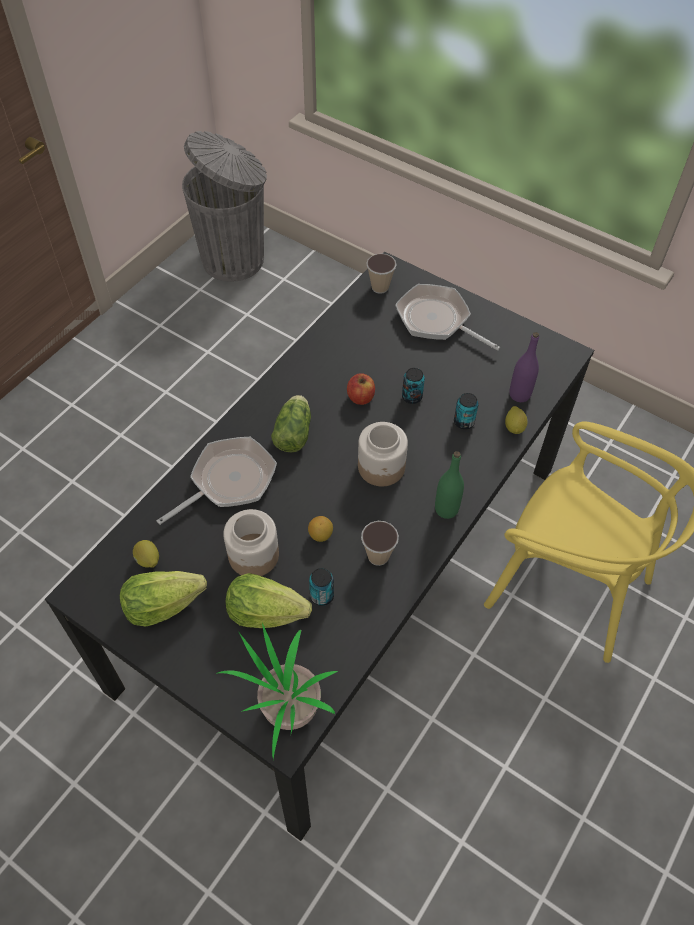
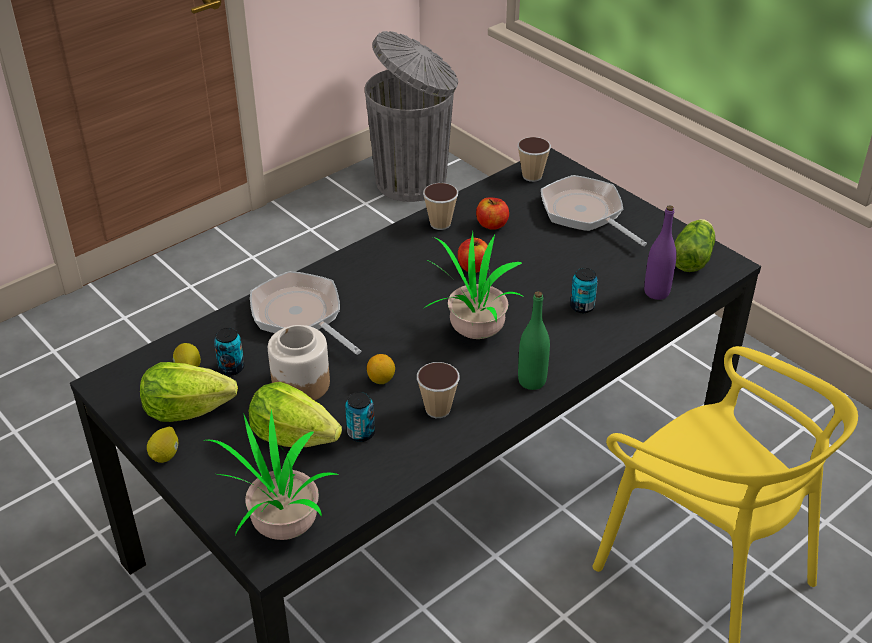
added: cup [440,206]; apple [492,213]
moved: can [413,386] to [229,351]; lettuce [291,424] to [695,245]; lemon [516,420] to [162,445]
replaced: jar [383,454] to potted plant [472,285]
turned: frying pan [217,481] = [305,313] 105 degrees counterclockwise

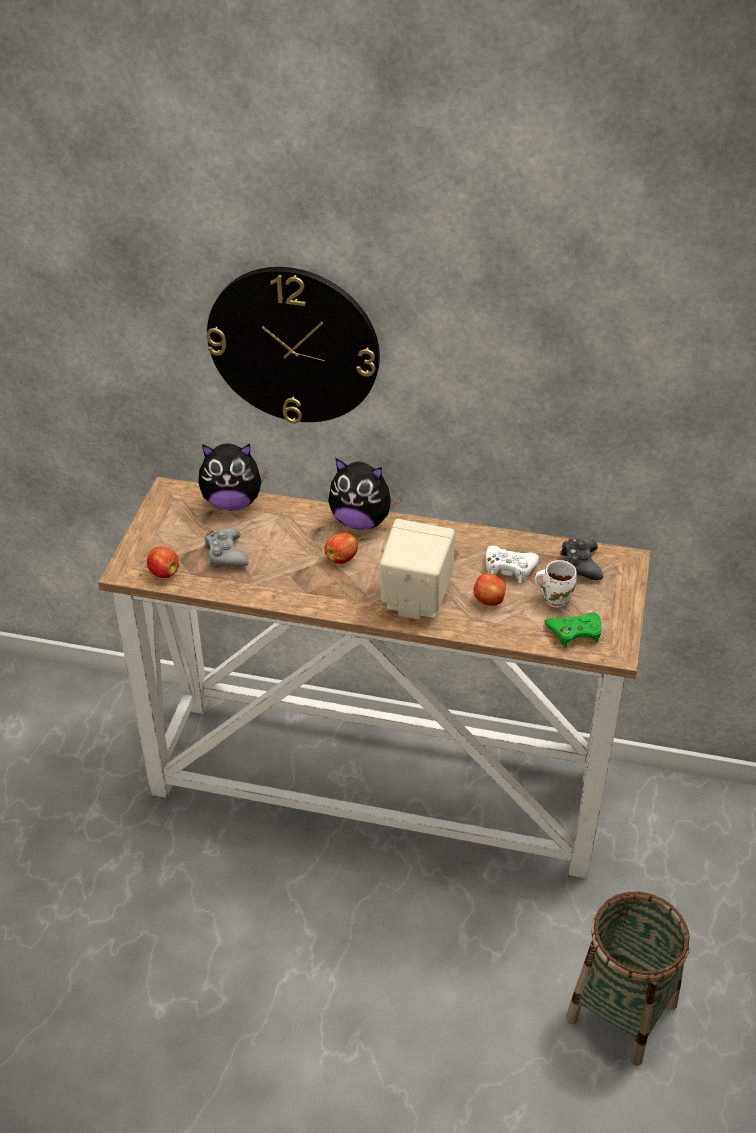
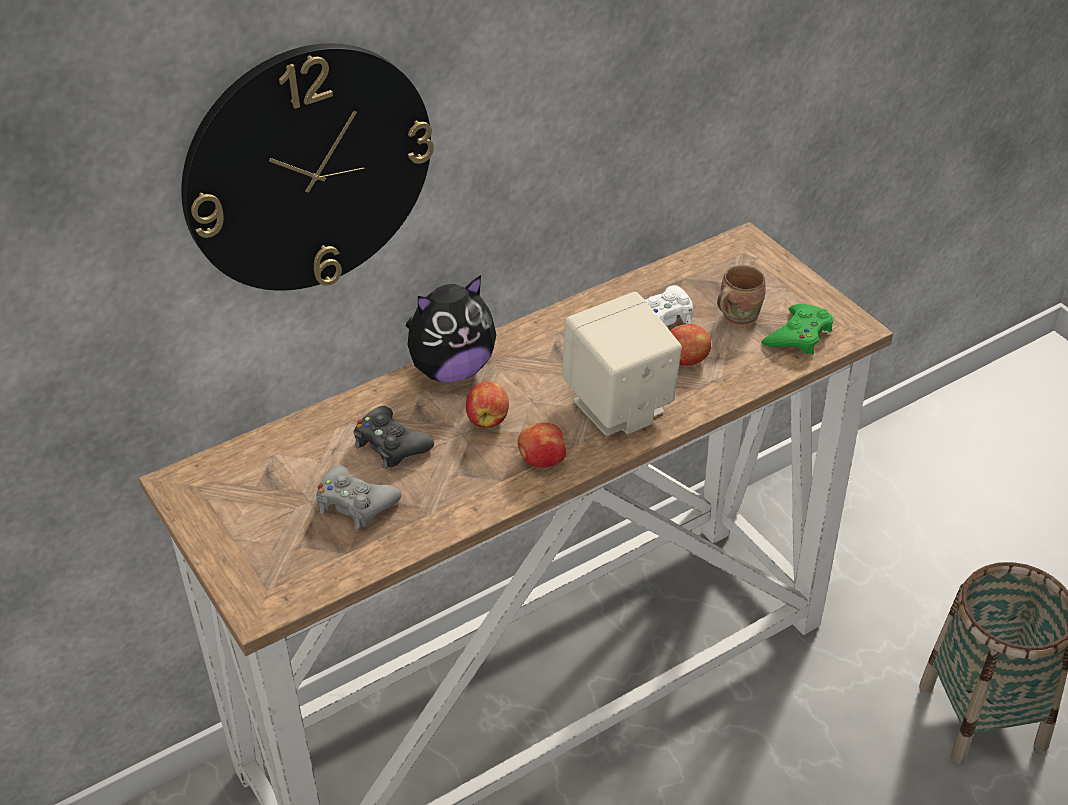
removed: plush toy [233,477]
moved: black game controller [581,559] to [394,437]; apple [163,562] to [542,445]
recoloured: white mug [555,584] to brown mug [741,296]

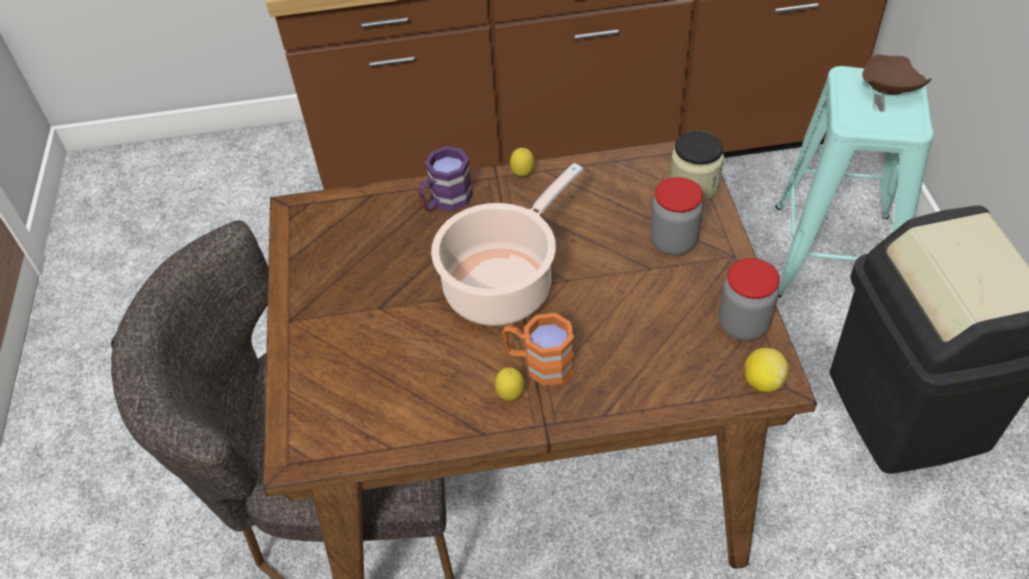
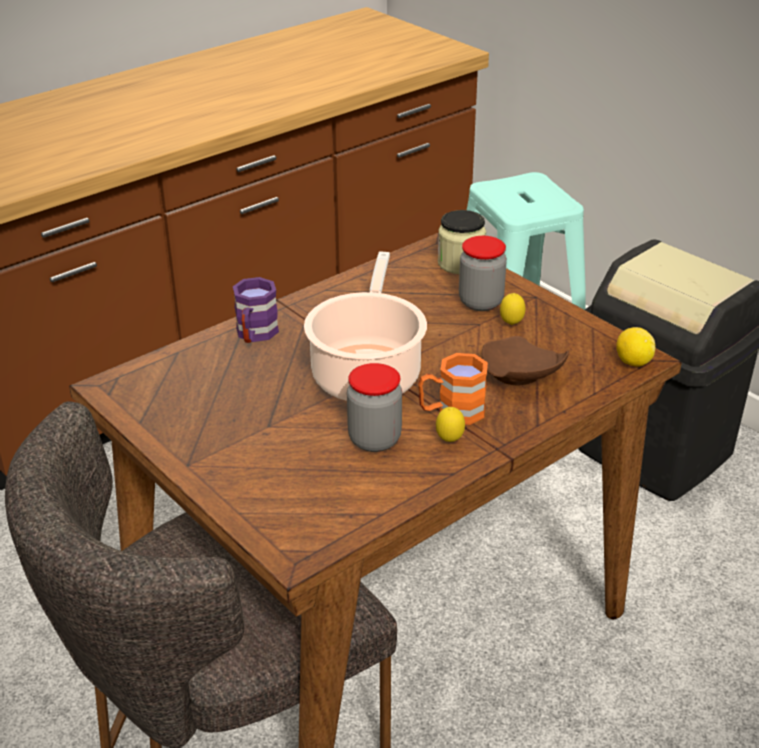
moved: brown plate [896,74] to [525,361]; lemon [522,162] to [513,309]; jar [749,299] to [374,407]

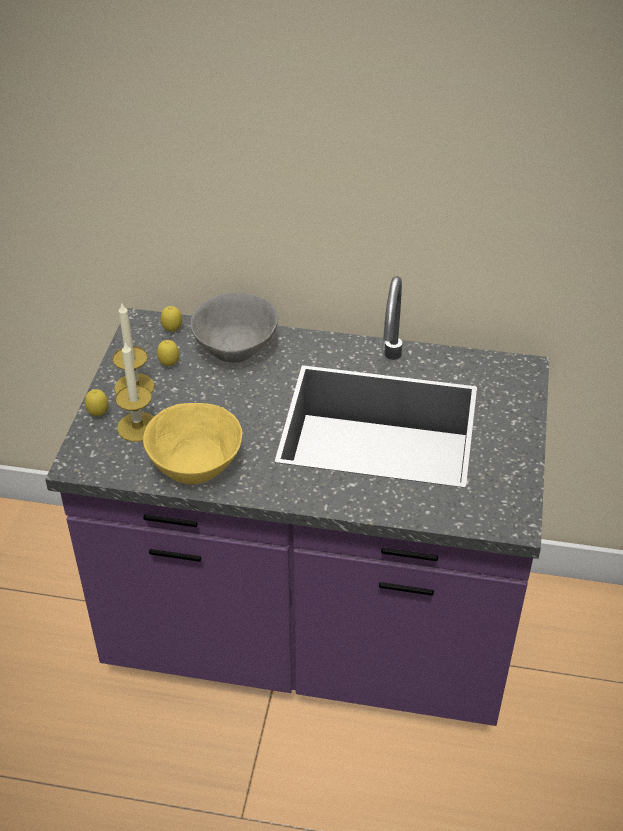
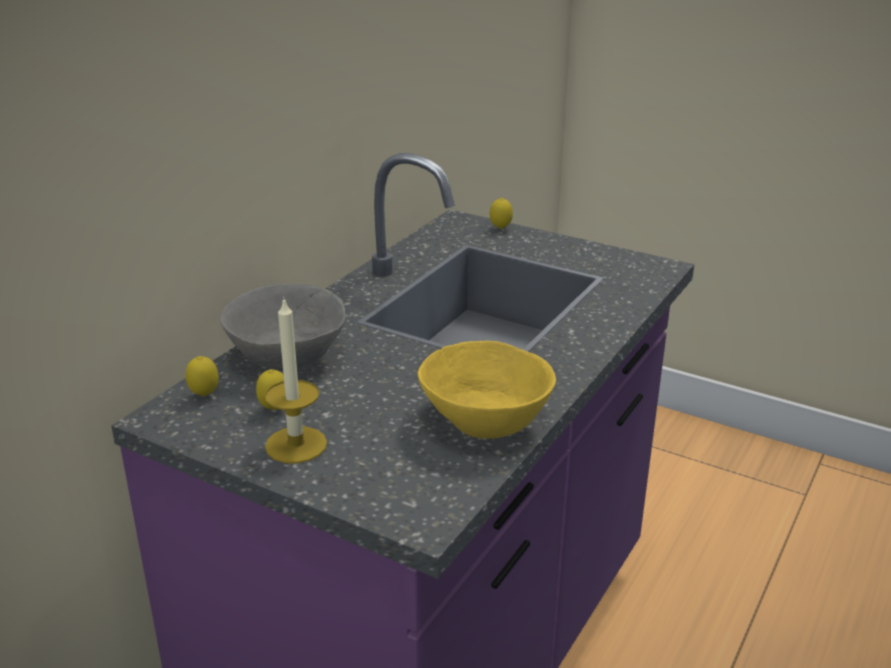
removed: candle [134,392]
moved: lemon [96,402] to [501,213]

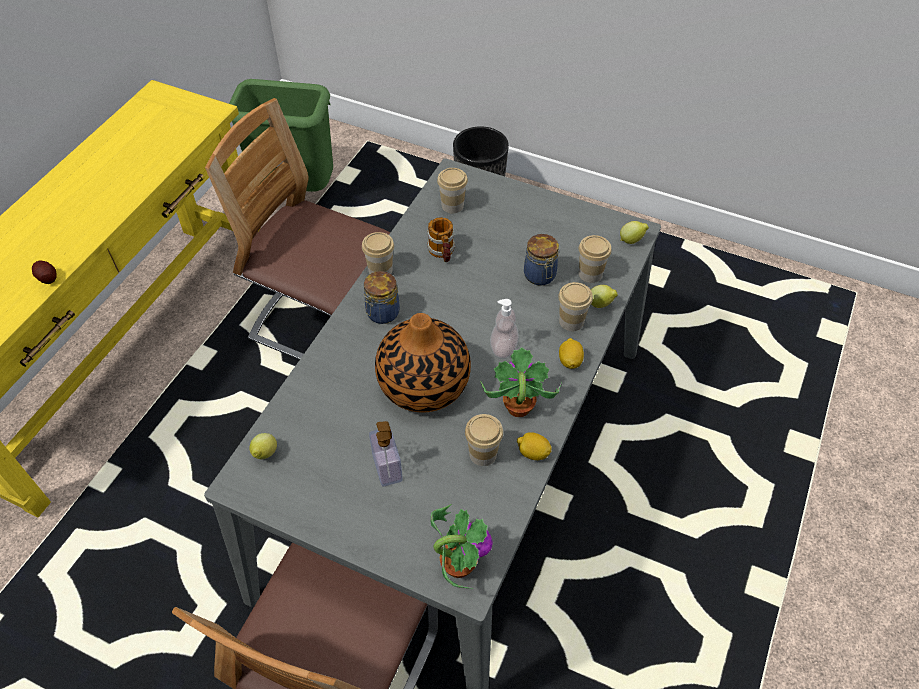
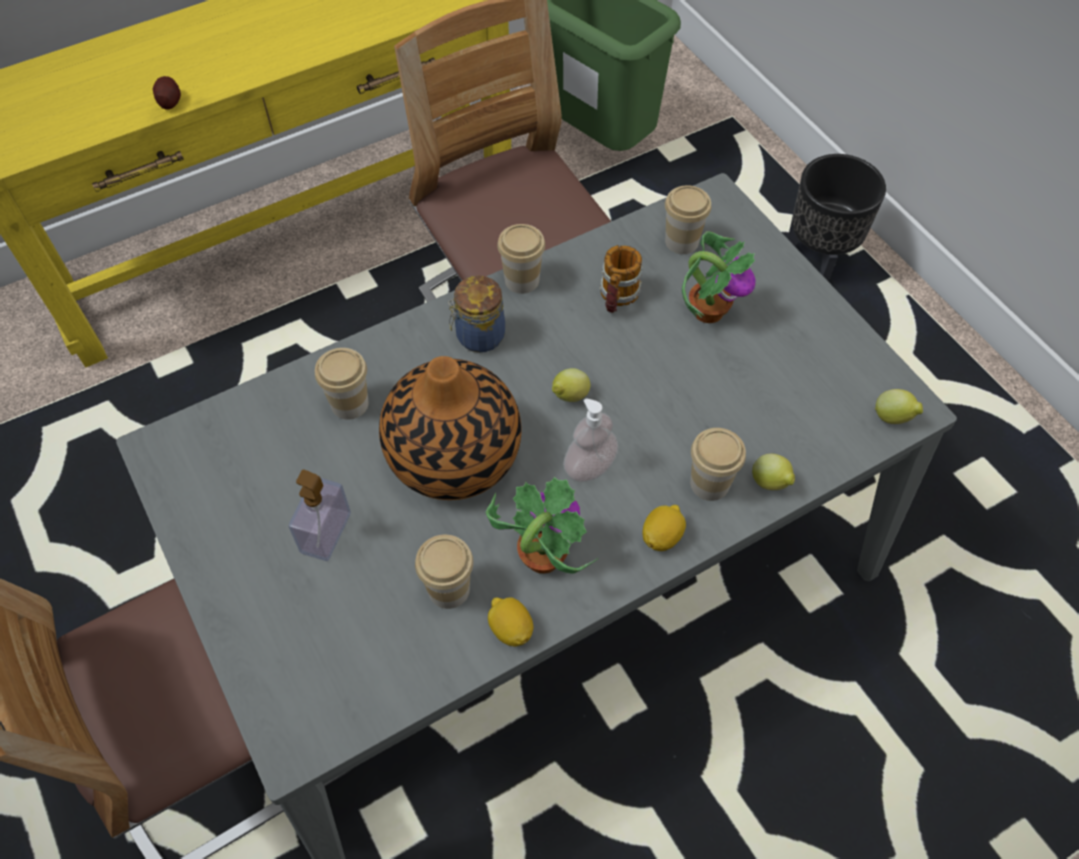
removed: jar [541,260]
moved: cup [595,259] to [342,384]; lemon [263,446] to [571,385]; potted plant [461,546] to [719,277]

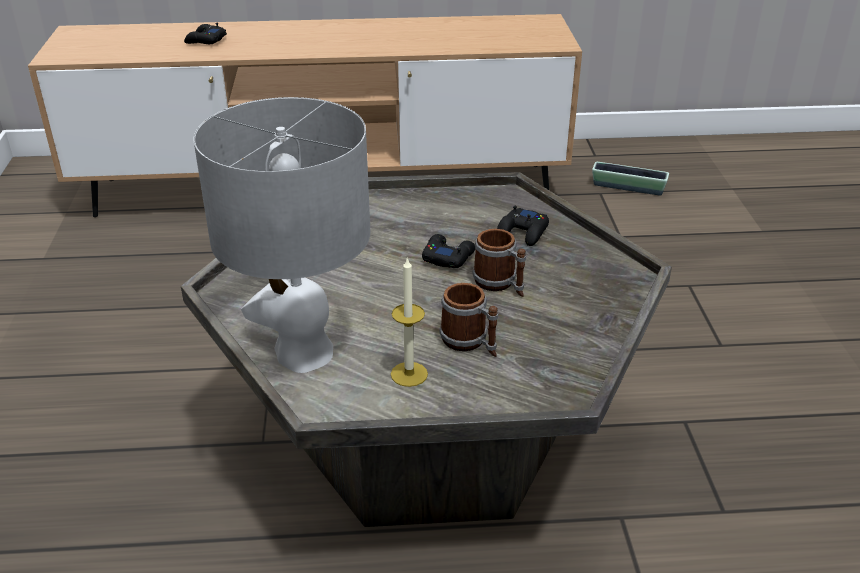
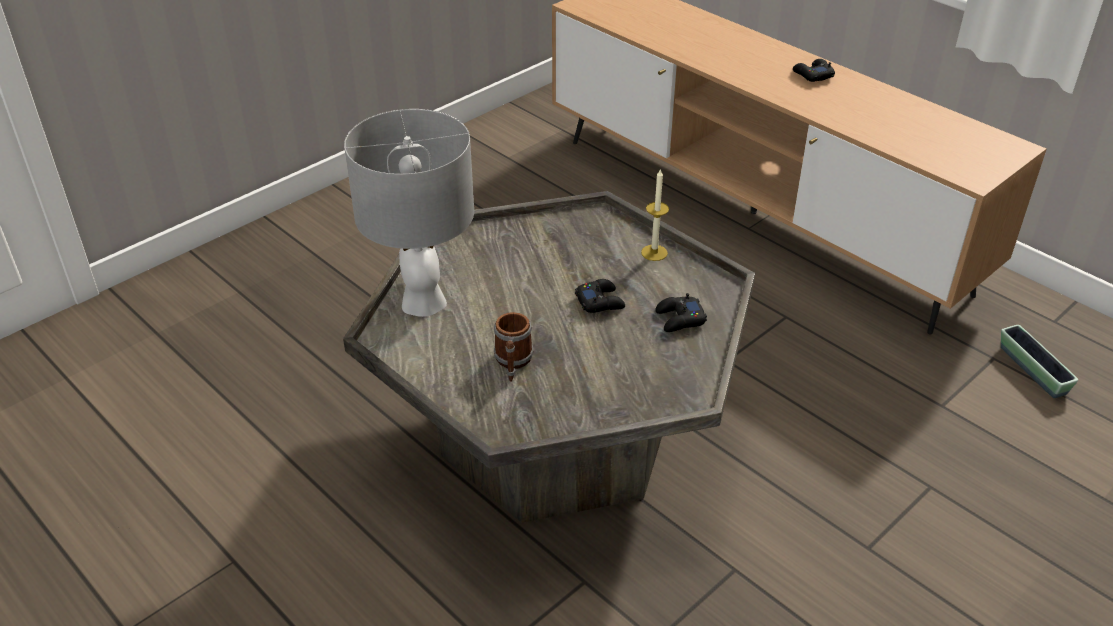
removed: mug [499,263]
moved: black game controller [205,33] to [814,70]; candle [409,322] to [655,215]

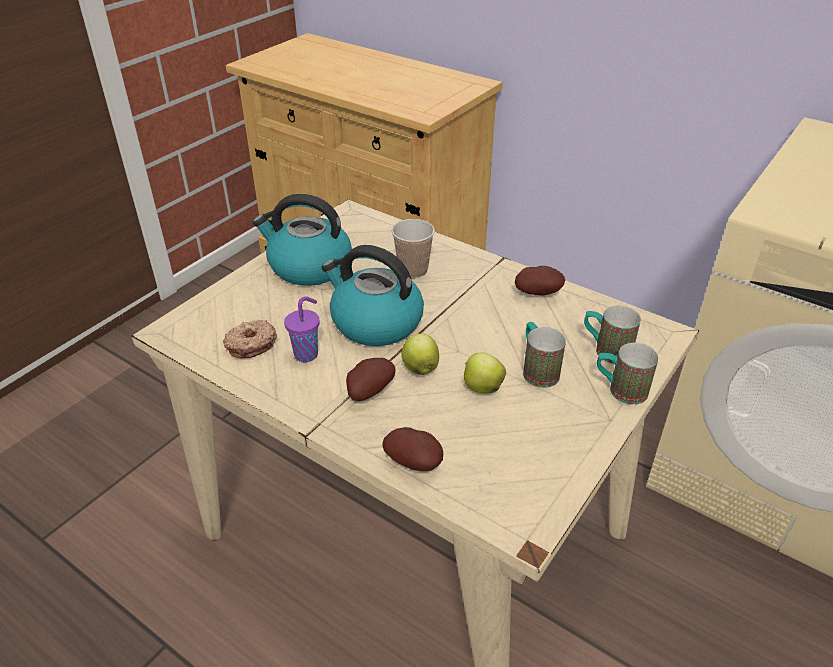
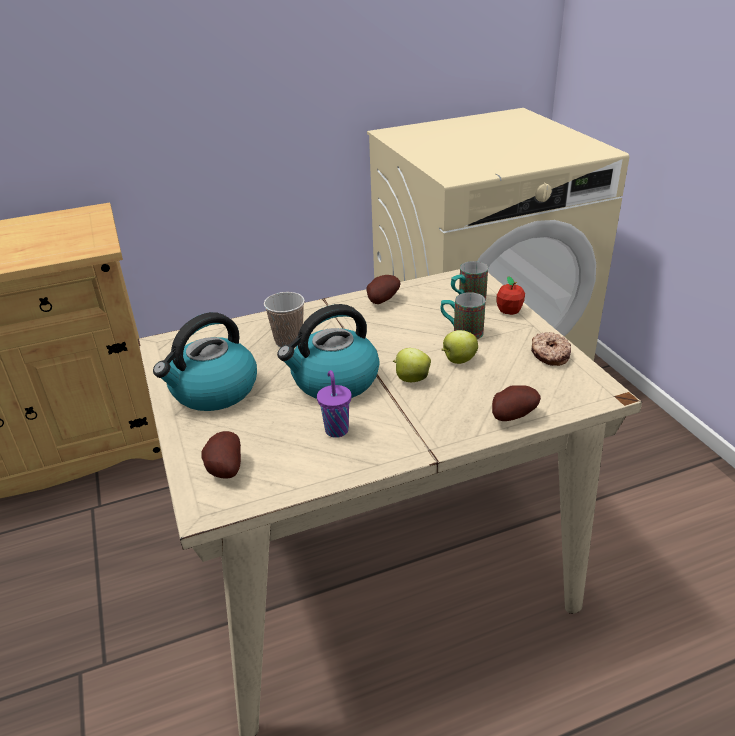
moved: donut [250,339] to [551,349]; potato [370,379] to [221,455]
replaced: mug [627,374] to apple [510,295]

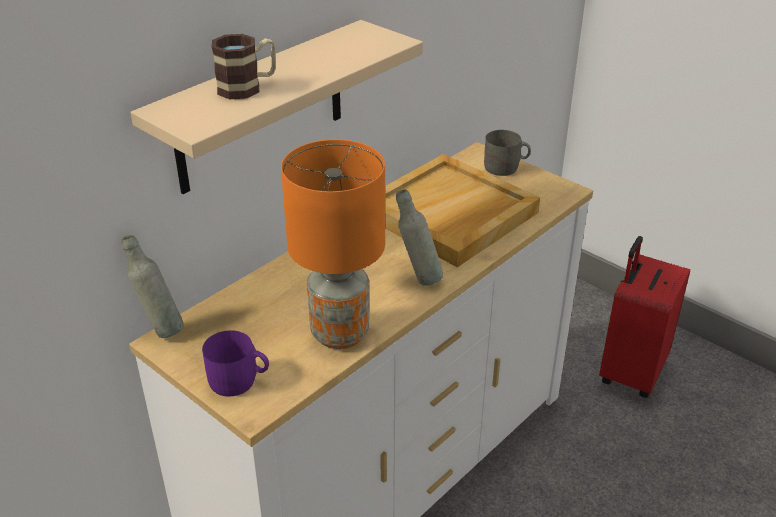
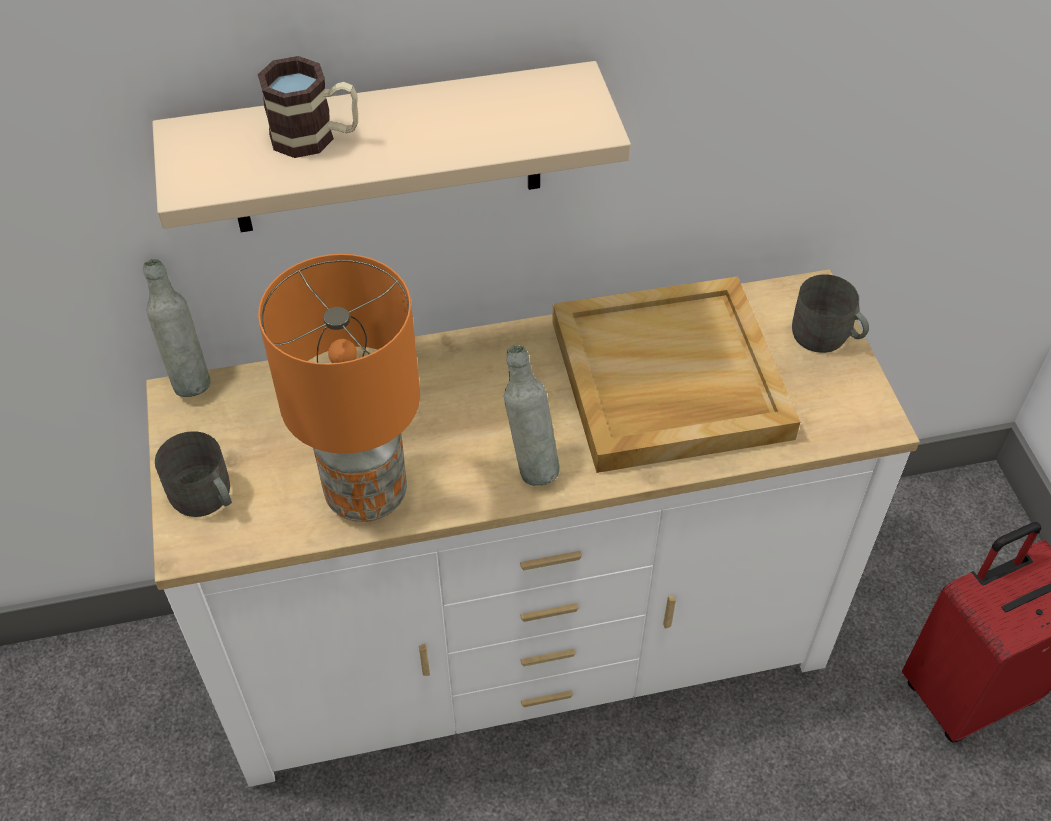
recoloured: purple mug [235,363] to grey mug [193,474]

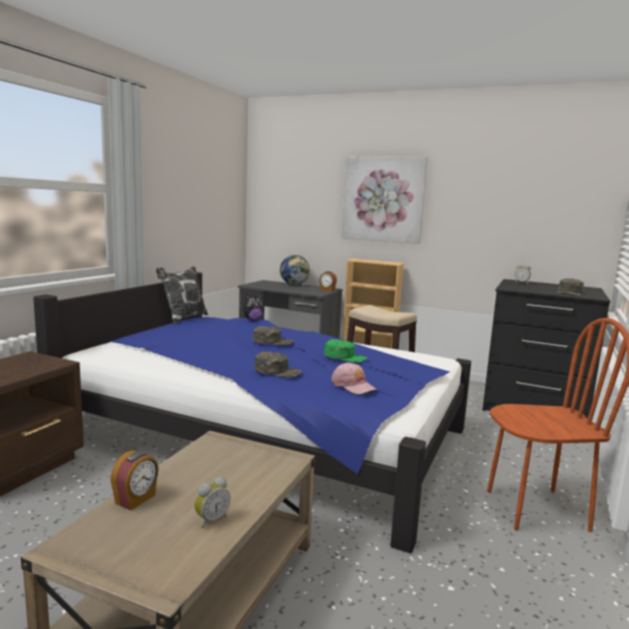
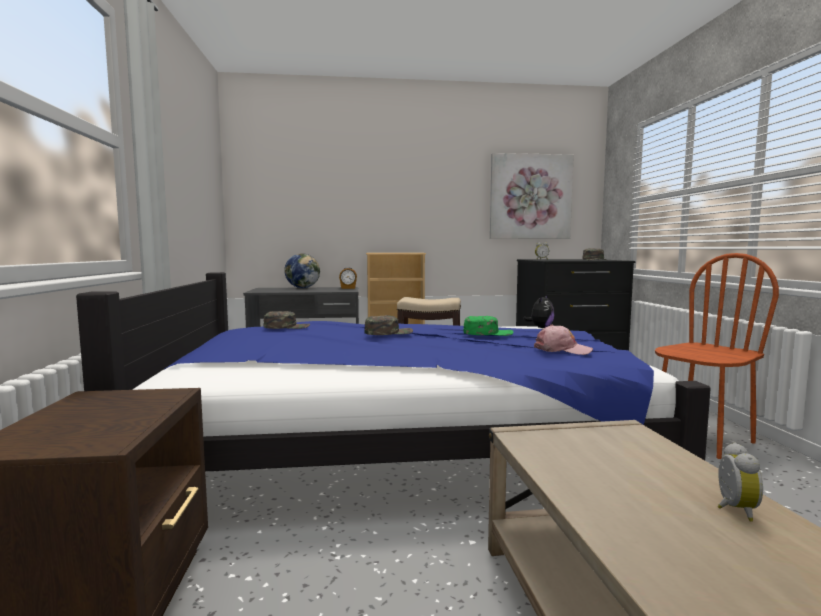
removed: pillow [182,295]; alarm clock [135,480]
moved: picture [384,200] to [532,196]; plush toy [253,307] to [539,311]; green cap [278,364] to [286,320]

